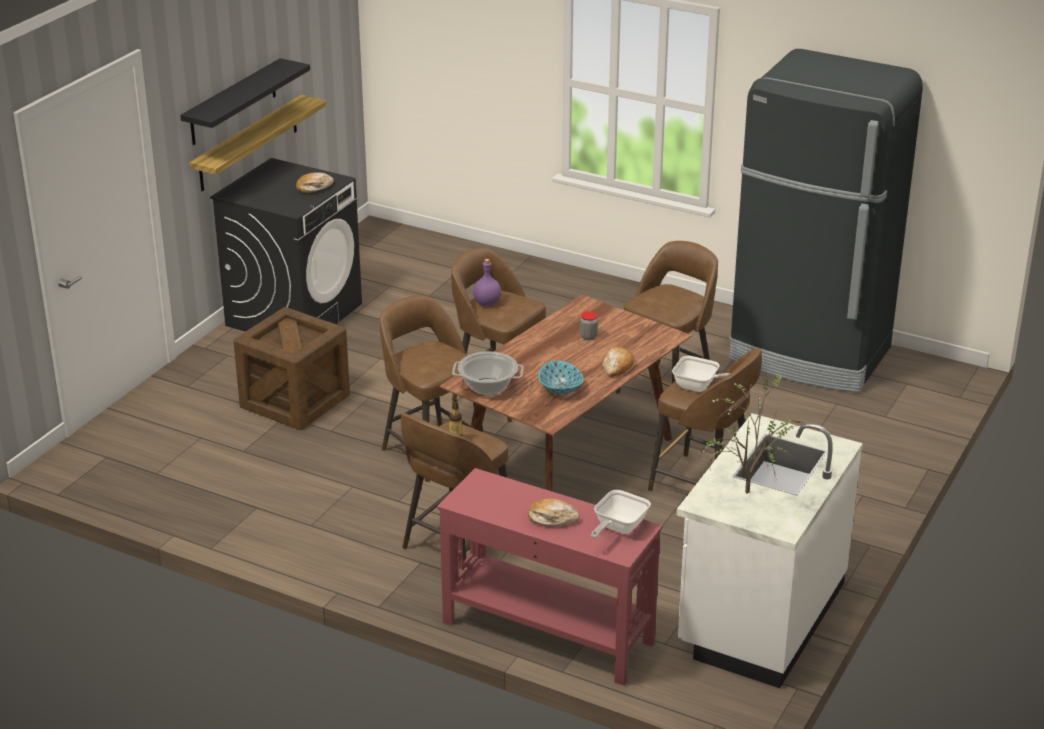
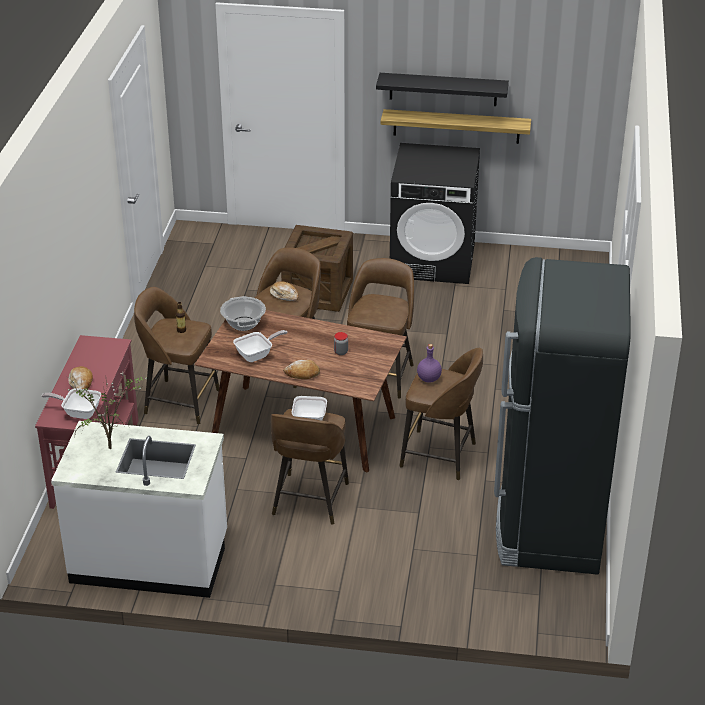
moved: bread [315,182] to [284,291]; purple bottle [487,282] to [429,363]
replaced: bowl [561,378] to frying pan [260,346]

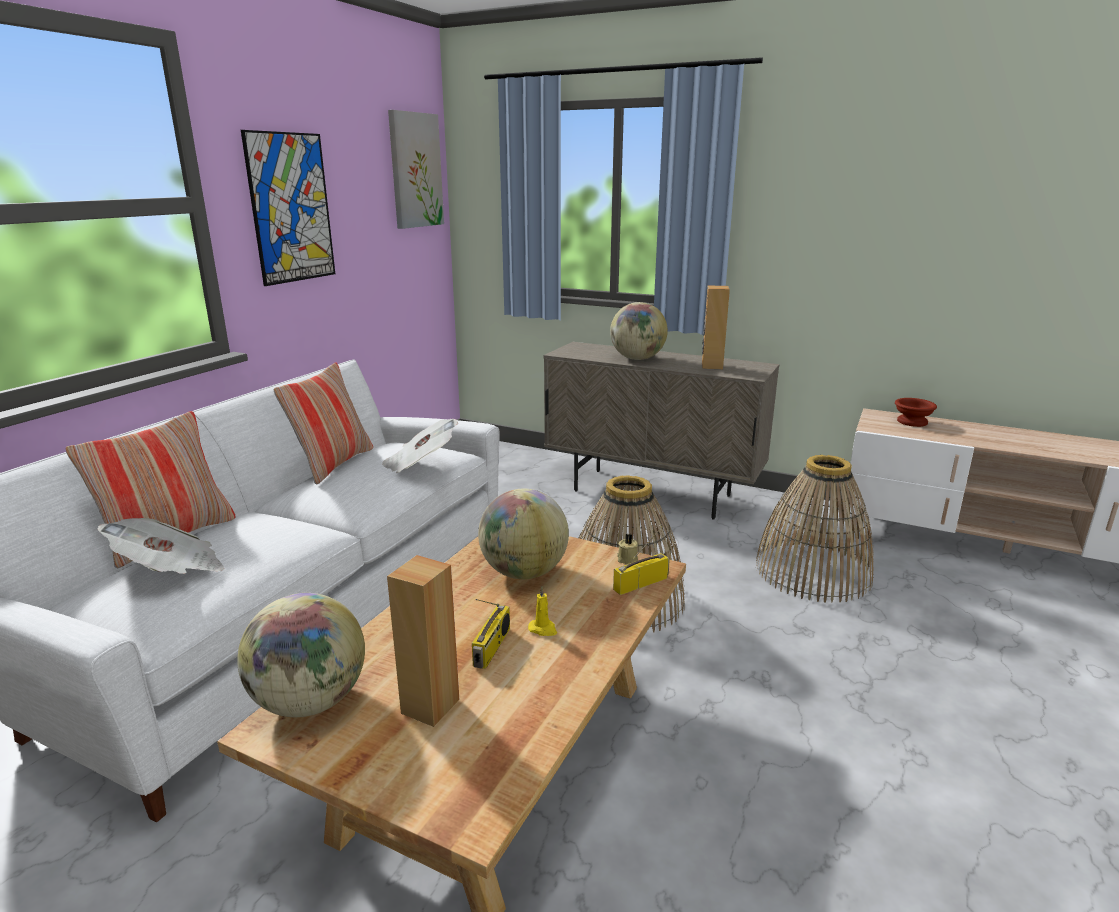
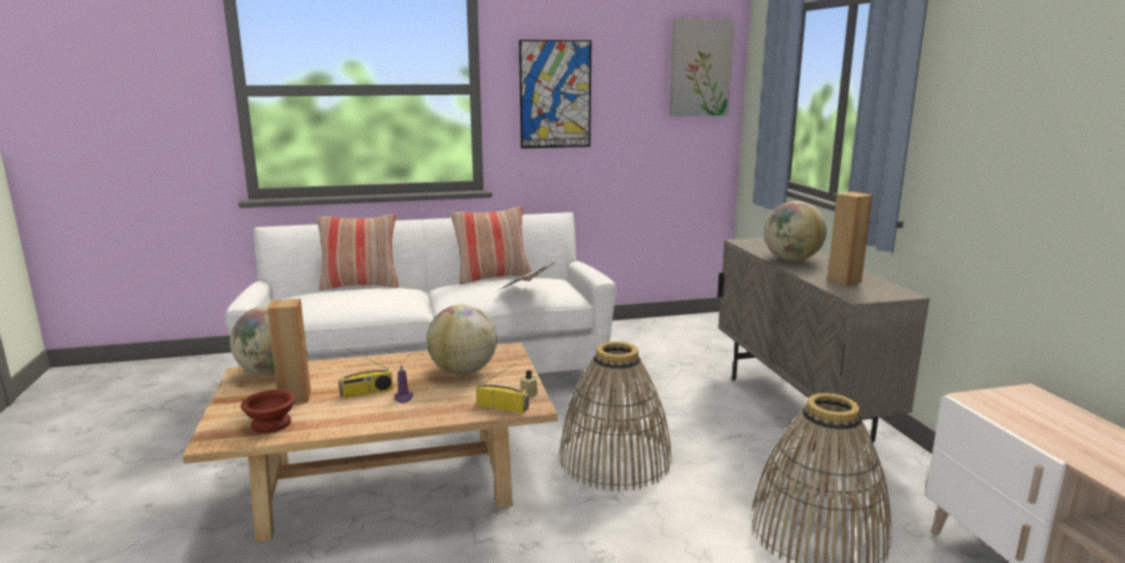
removed: newspaper [161,546]
moved: brown bowl [916,412] to [268,411]
recoloured: yellow candle [542,611] to purple candle [403,383]

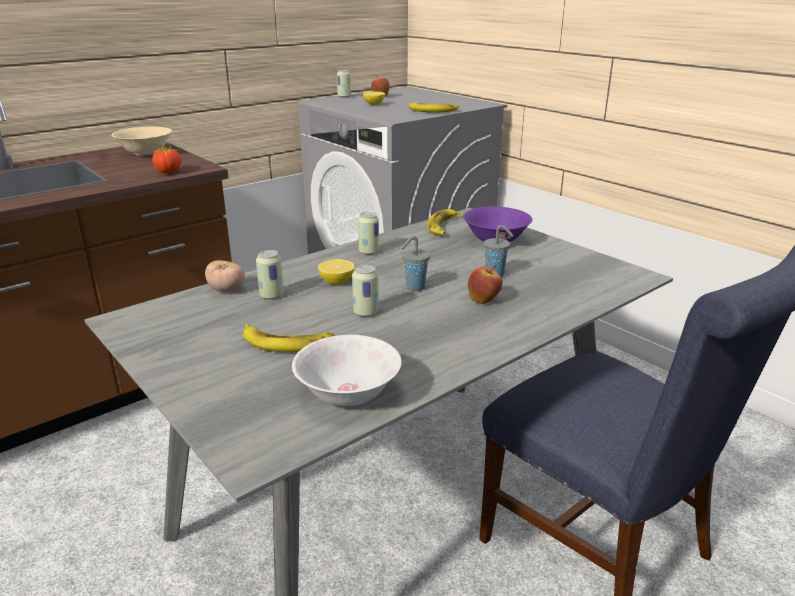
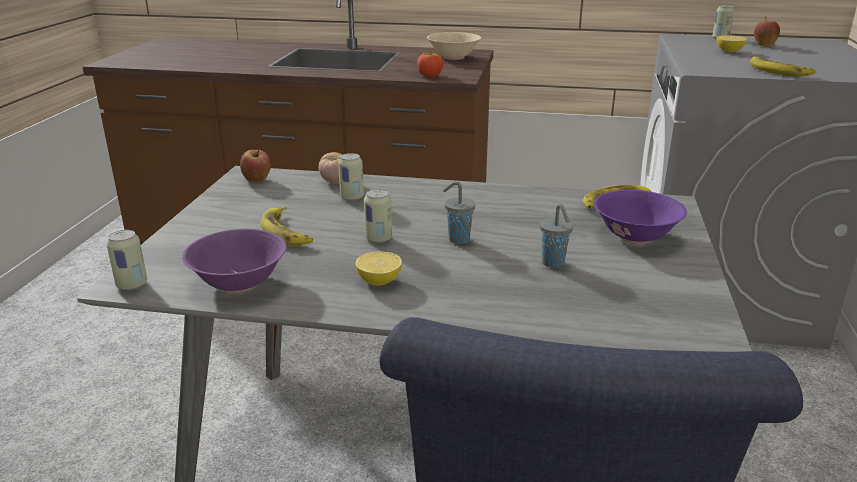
moved: can [368,233] to [127,260]; lemon [336,272] to [378,269]; apple [485,284] to [255,166]
recoloured: white bowl [347,371] to purple bowl [234,260]

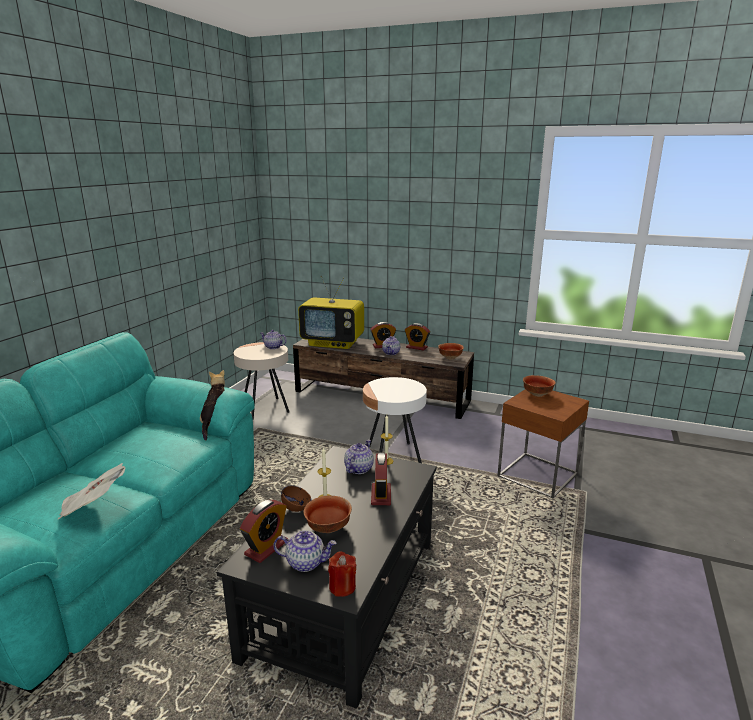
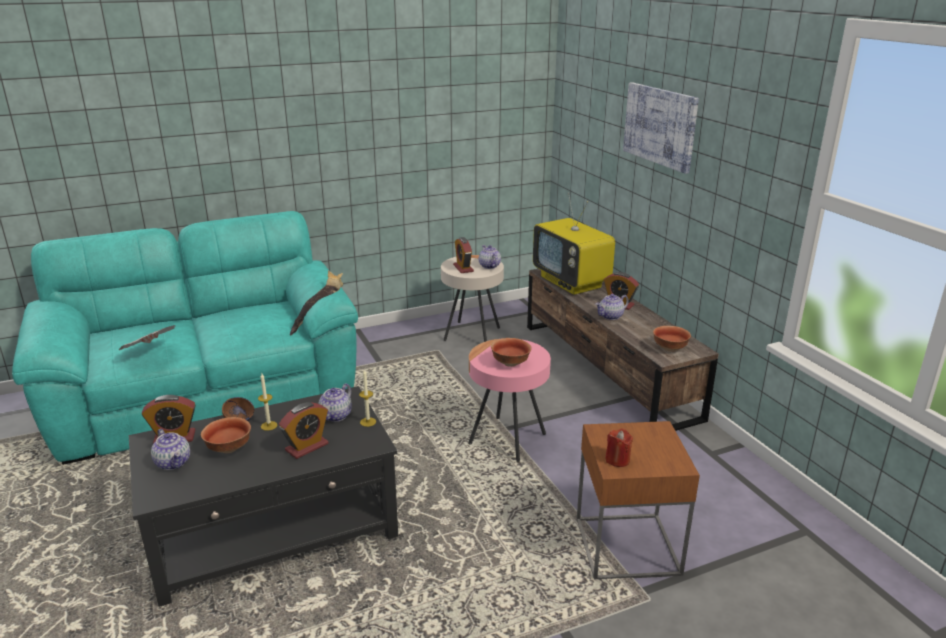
added: picture [661,128]
moved: alarm clock [417,337] to [463,255]; bowl [539,386] to [511,352]; red candle [342,574] to [619,447]
recoloured: white side table [395,420] to pink side table [509,400]
turned: teapot [359,457] = [335,402] 135 degrees clockwise

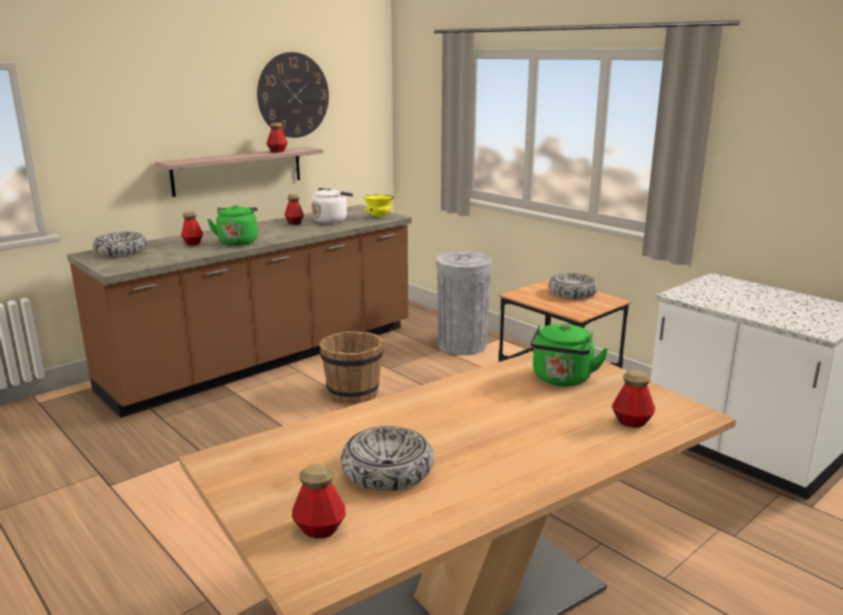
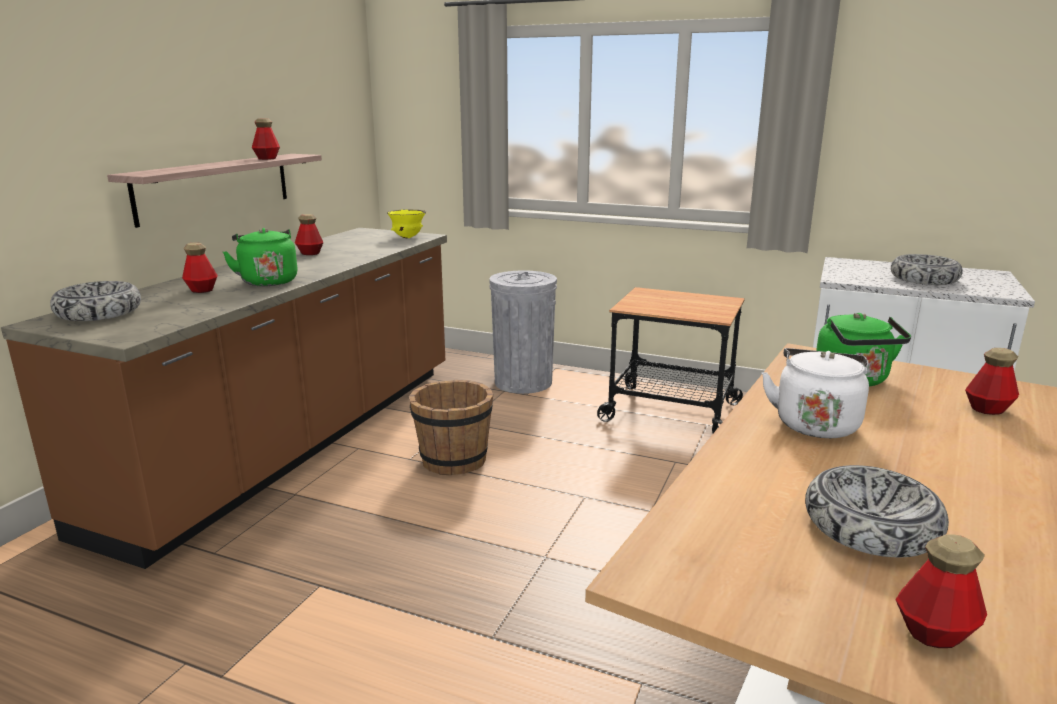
removed: wall clock [293,95]
moved: white kettle [332,206] to [815,393]; bowl [573,286] to [927,269]

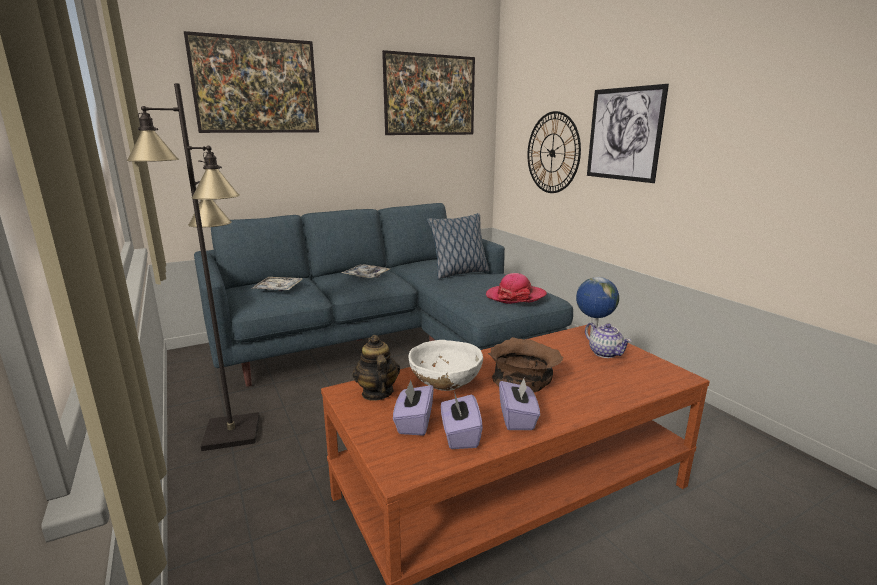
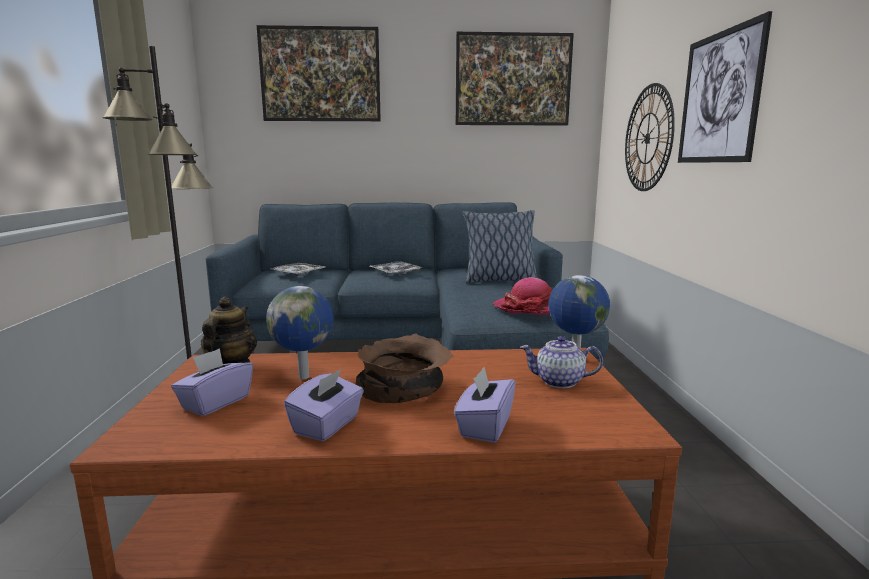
moved: purple tissue box [462,420] to [485,405]
replaced: white bowl [446,365] to globe [300,332]
turned: teapot [608,340] = [561,362] 105 degrees clockwise

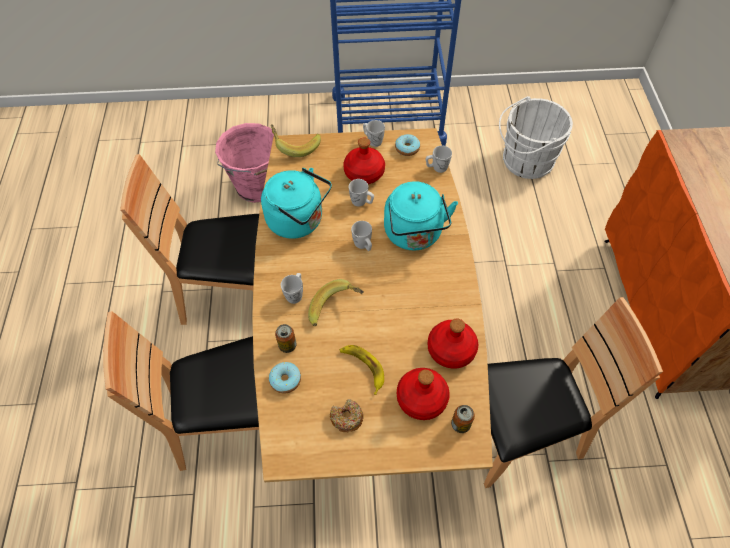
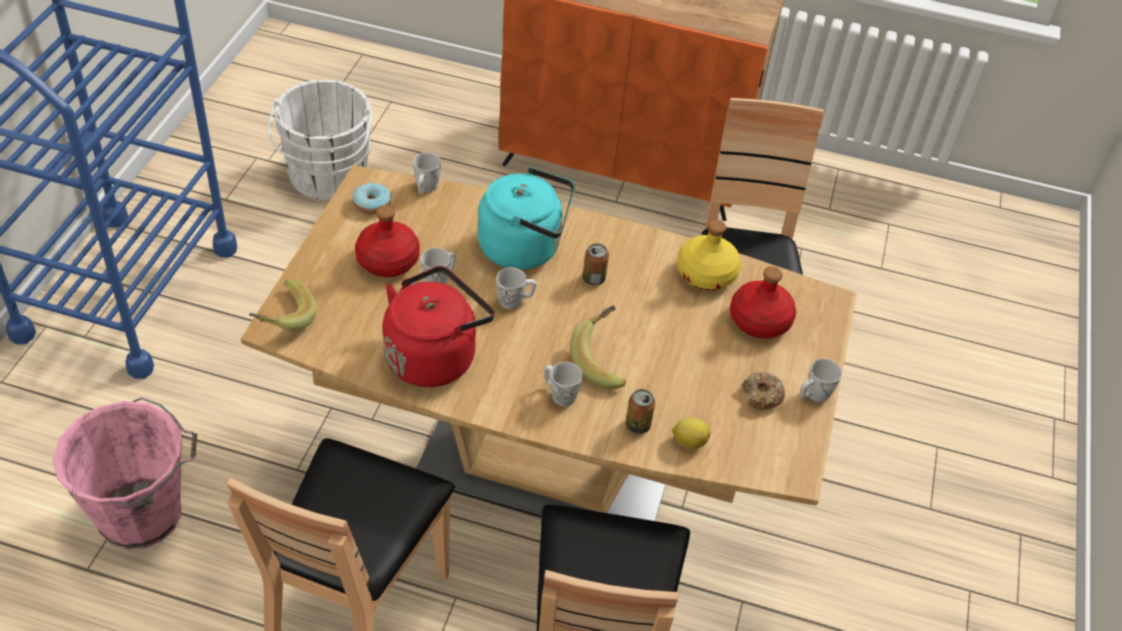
removed: banana [362,370]
moved: white mug [374,133] to [821,380]; can [463,419] to [595,264]
replaced: donut [285,378] to lemon [691,433]
recoloured: turquoise kettle [296,203] to red kettle [439,326]; red bottle [453,344] to yellow bottle [709,255]

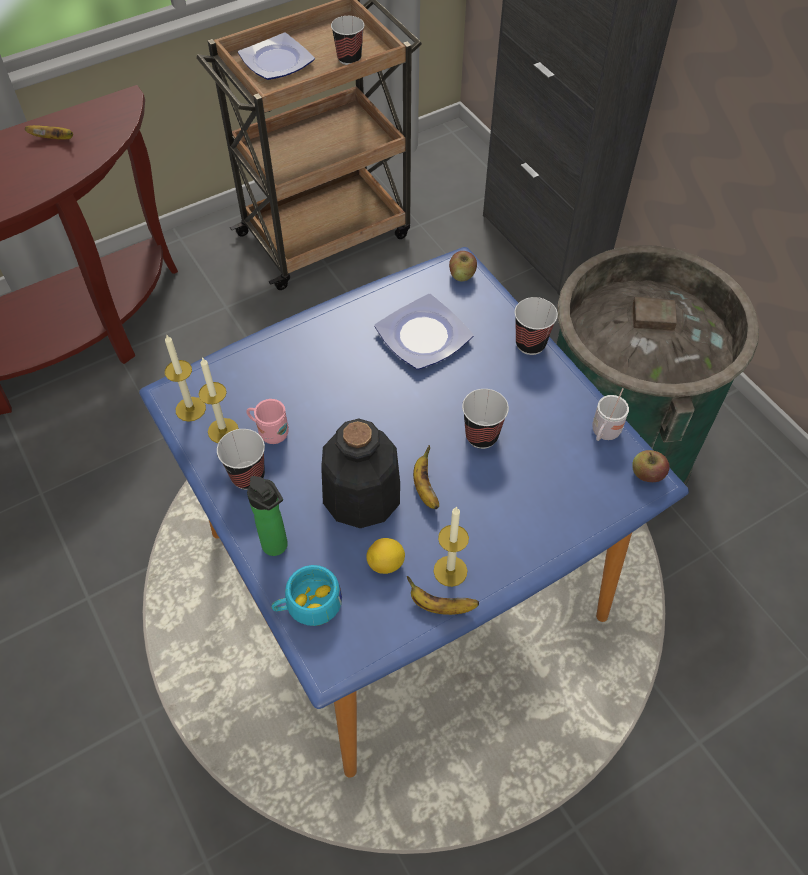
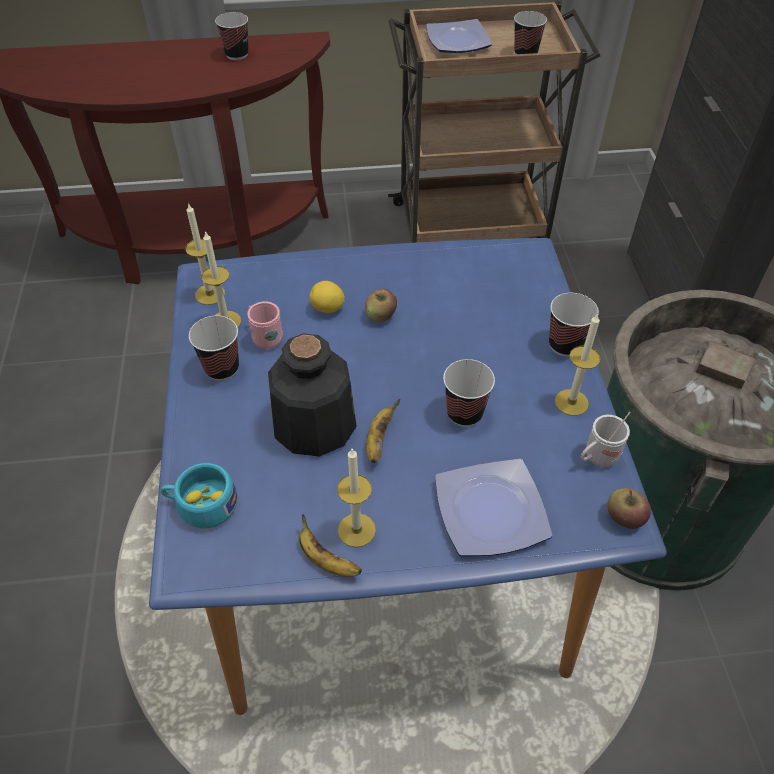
removed: bottle [267,516]
added: candle [577,364]
moved: apple [463,266] to [381,305]; plate [424,332] to [493,507]; lemon [385,556] to [327,297]
replaced: banana [49,132] to cup [231,36]

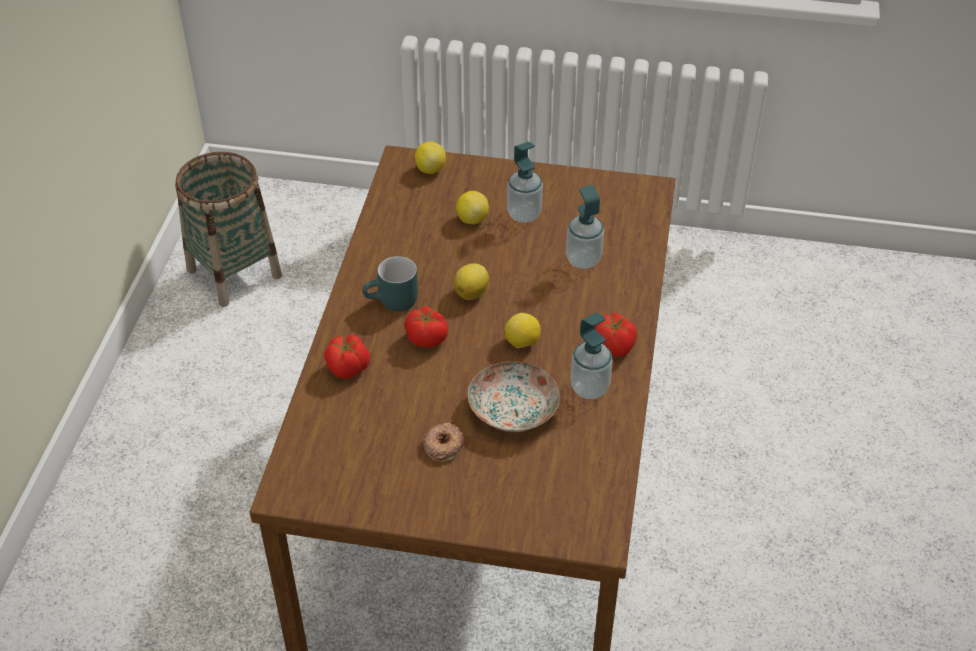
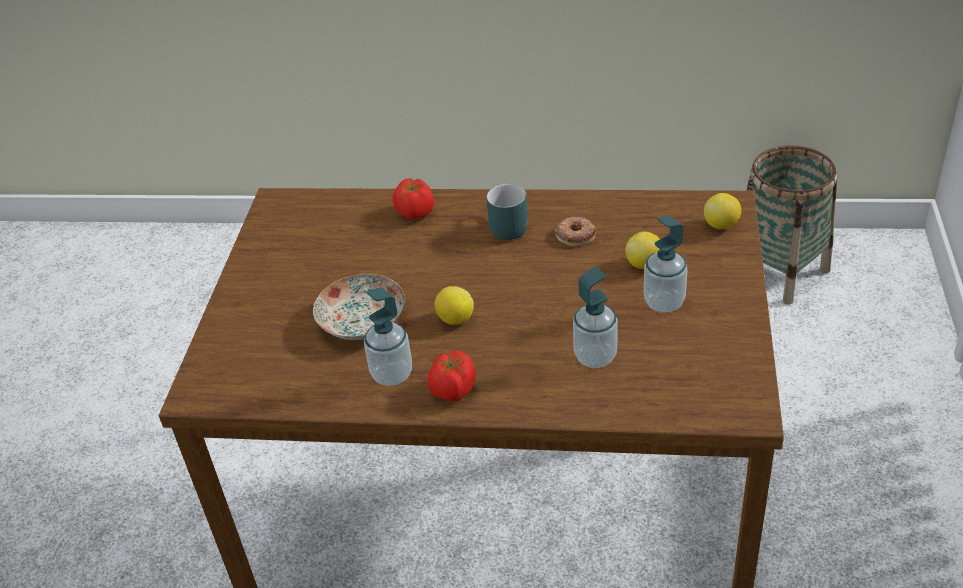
removed: lemon [471,281]; tomato [426,327]
moved: donut [443,442] to [575,232]

